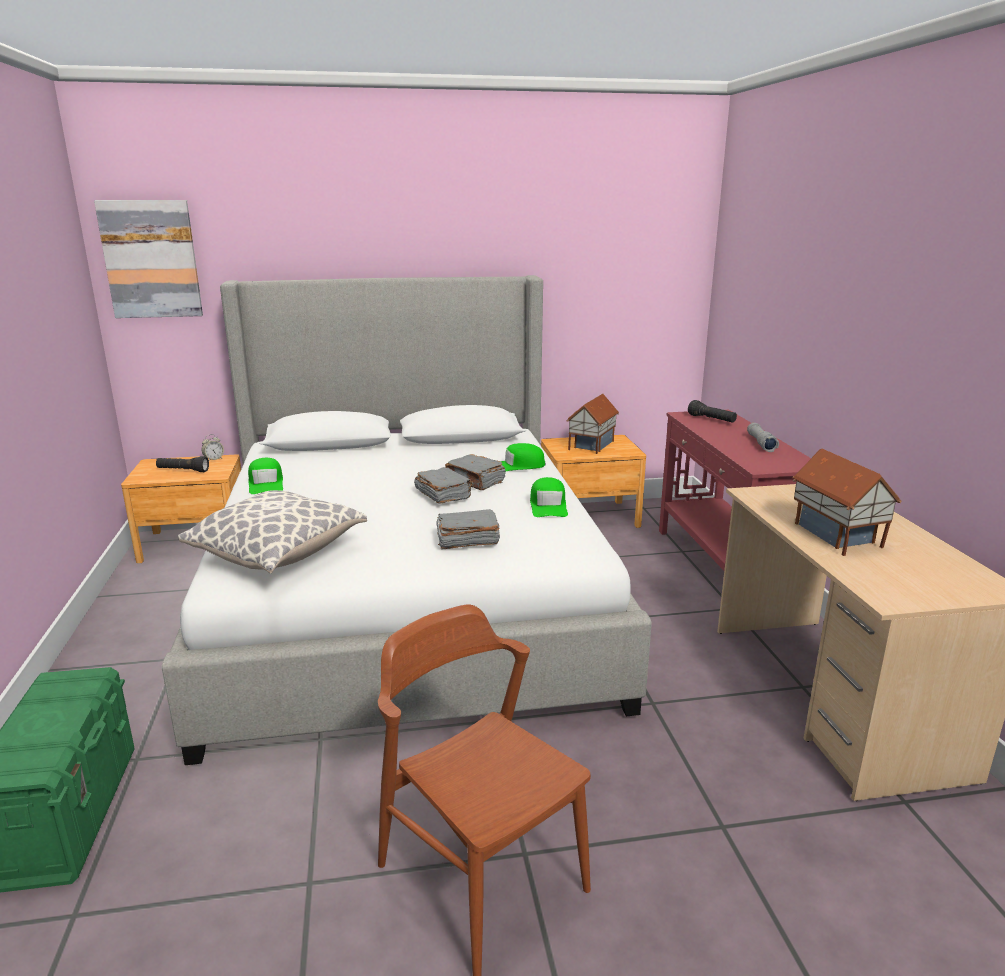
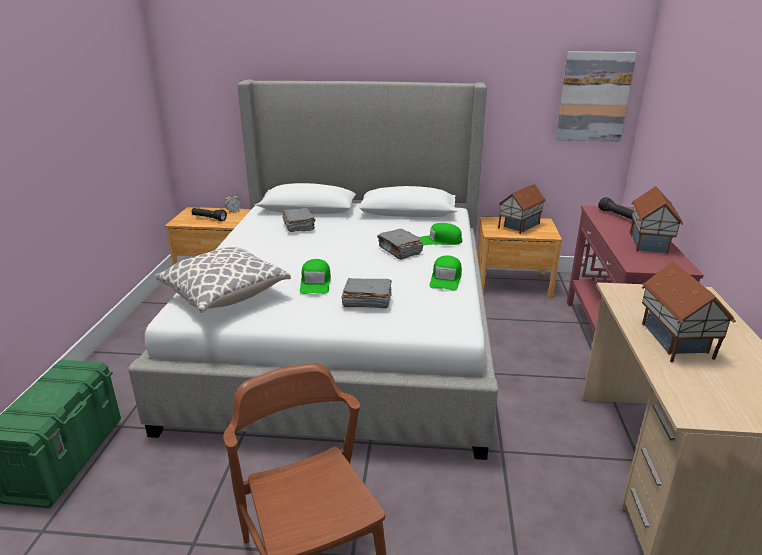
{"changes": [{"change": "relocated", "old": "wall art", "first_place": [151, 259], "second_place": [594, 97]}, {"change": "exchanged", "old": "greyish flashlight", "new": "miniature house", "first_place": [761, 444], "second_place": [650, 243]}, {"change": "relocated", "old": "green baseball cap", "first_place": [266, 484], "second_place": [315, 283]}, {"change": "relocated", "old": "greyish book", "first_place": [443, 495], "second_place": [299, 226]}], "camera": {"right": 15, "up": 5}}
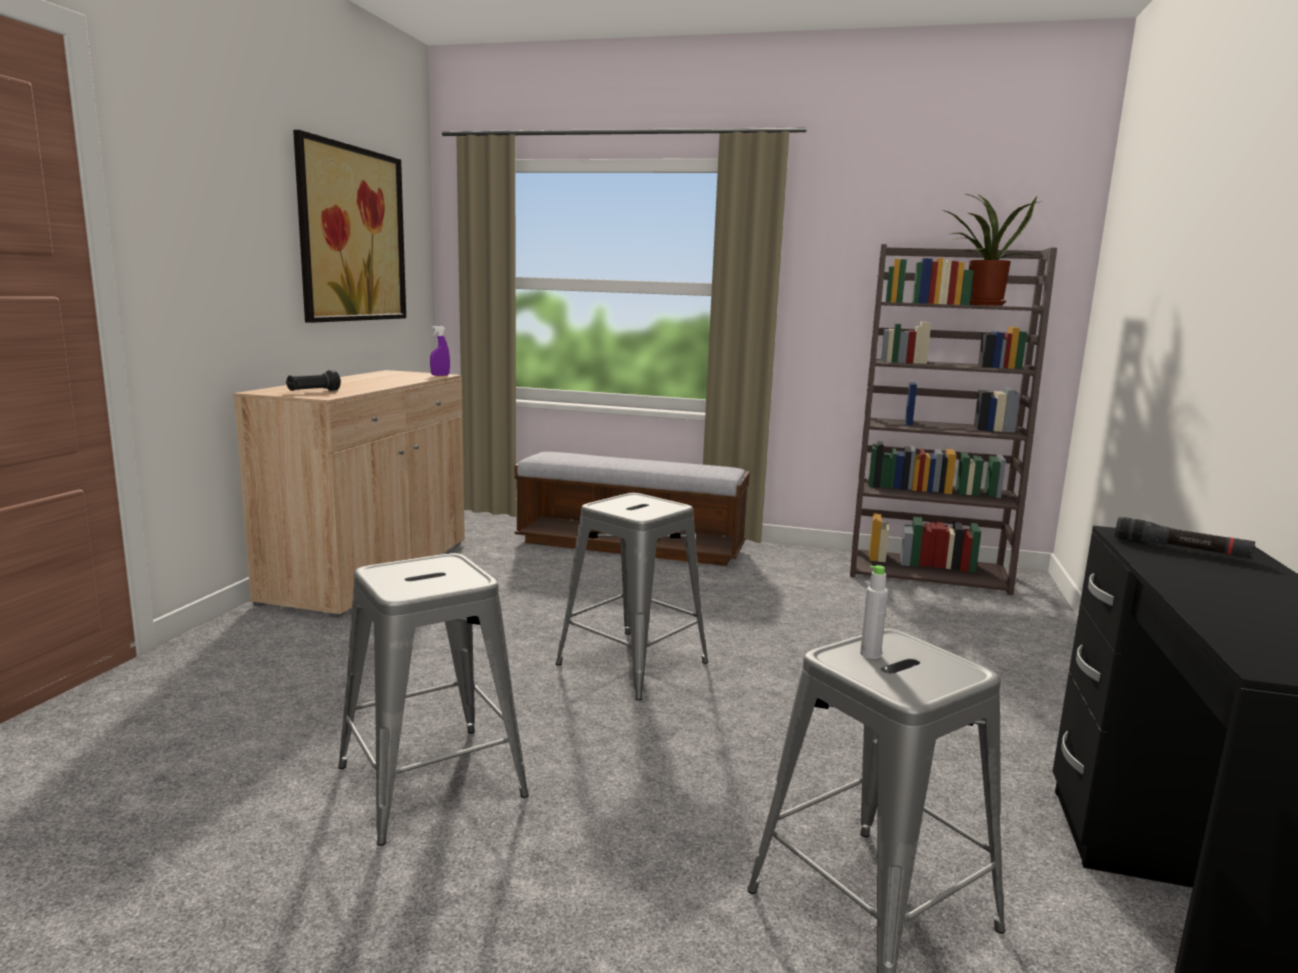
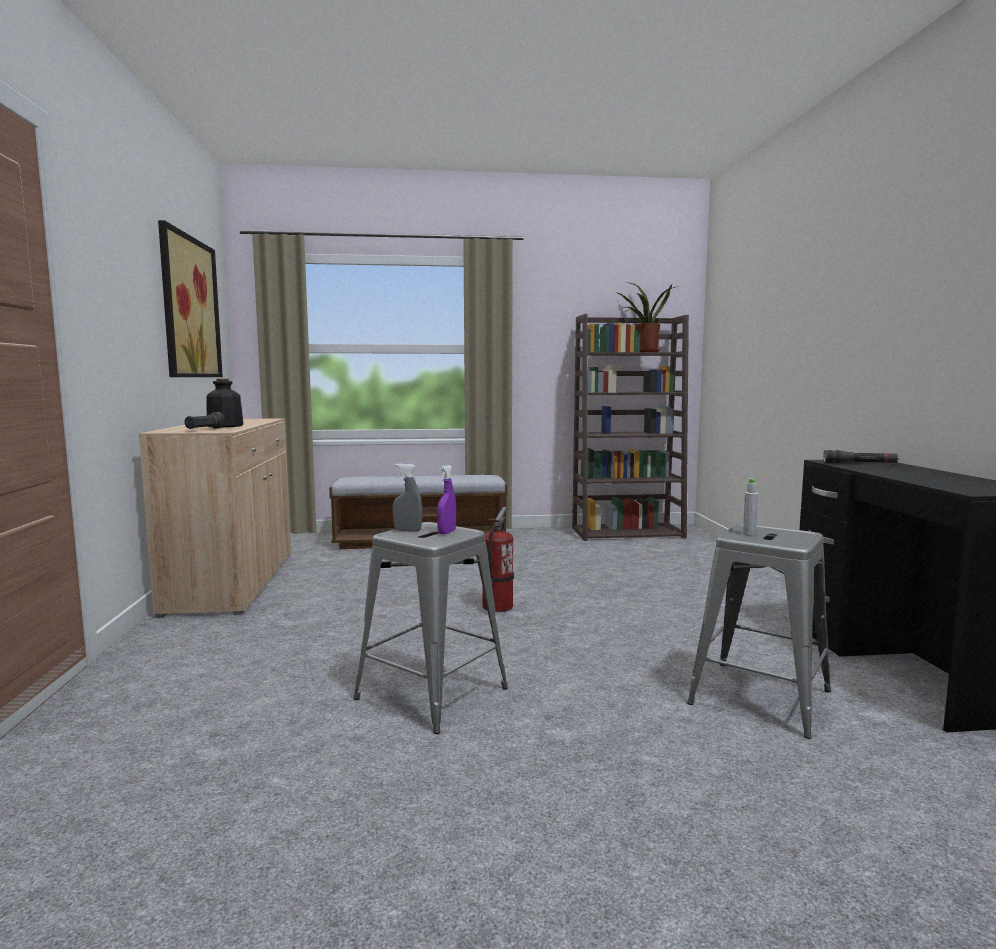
{"changes": [{"change": "relocated", "old": "purple spray bottle", "first_place": [440, 375], "second_place": [447, 532]}, {"change": "exchanged", "old": "greyish stool seat", "new": "fire-fighting cylinder", "first_place": [632, 664], "second_place": [496, 607]}, {"change": "appeared", "new": "bottle", "second_place": [225, 426]}, {"change": "appeared", "new": "greyish spray bottle", "second_place": [407, 530]}], "camera": {"right": -20, "up": -5}}
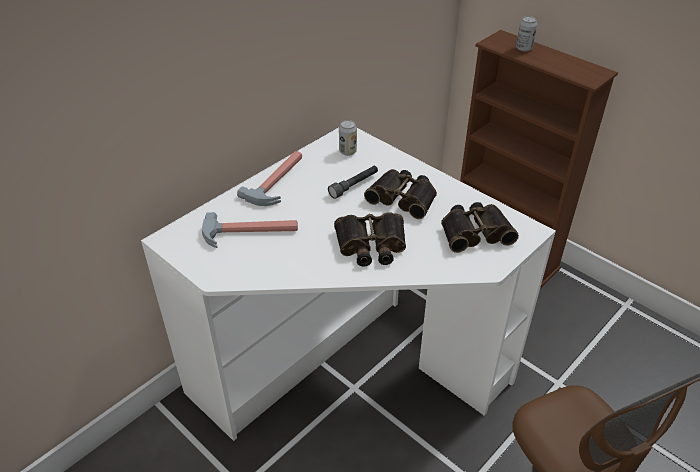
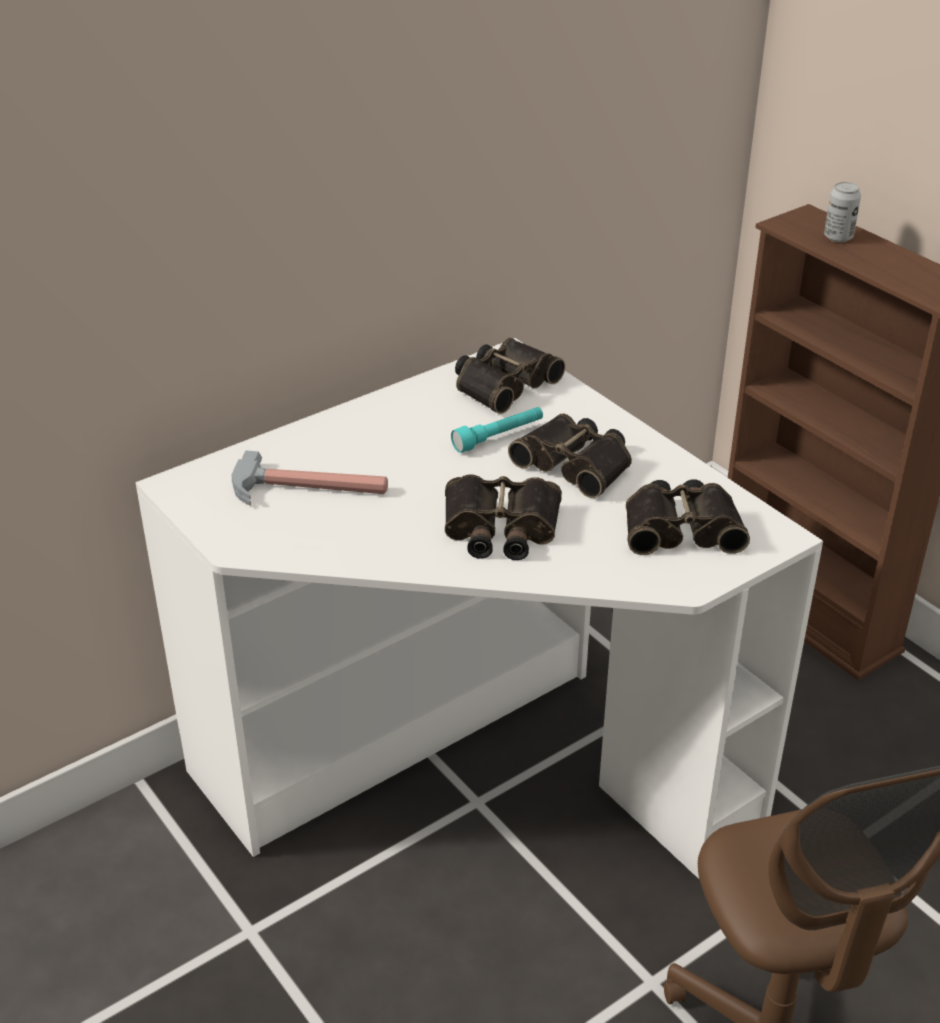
{"changes": [{"change": "exchanged", "old": "metal can", "new": "pair of binoculars", "first_place": [347, 151], "second_place": [503, 383]}, {"change": "missing", "old": "tool hammer", "first_place": [279, 181]}, {"change": "colour", "old": "greyish flashlight", "new": "turquoise flashlight", "first_place": [354, 186], "second_place": [498, 437]}], "camera": {"right": 10, "up": -5}}
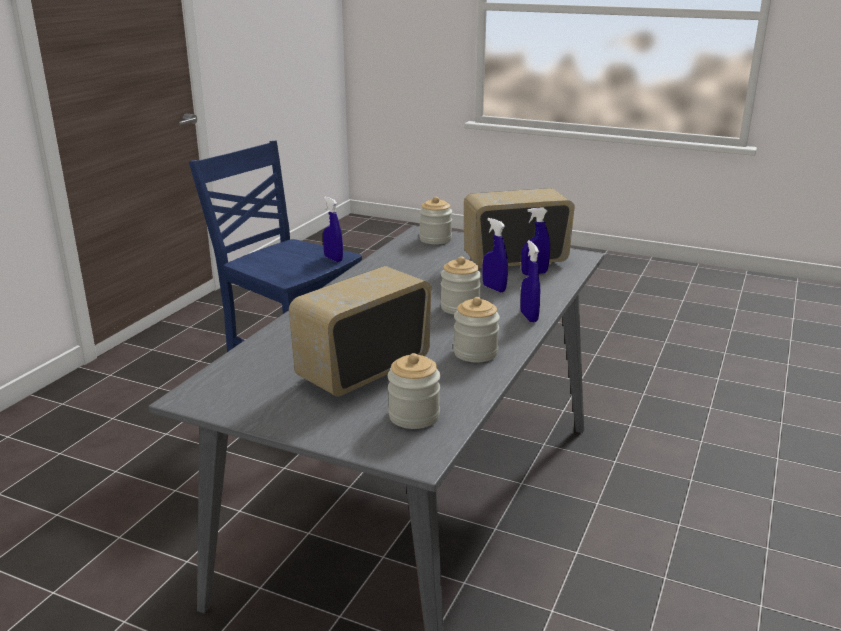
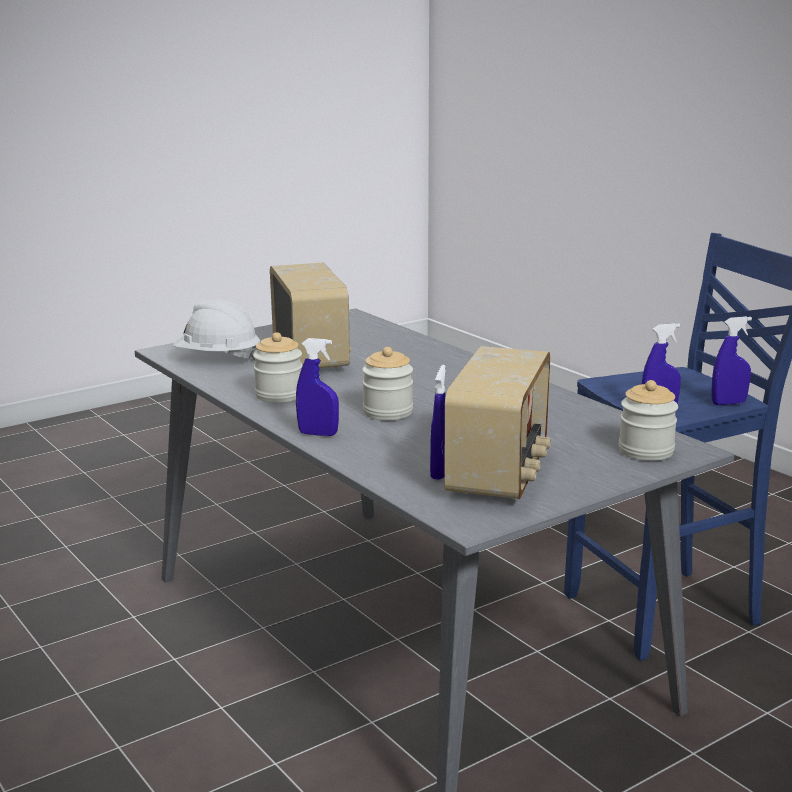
{"changes": [{"change": "relocated", "old": "blue-coloured spray bottle", "first_place": [494, 288], "second_place": [728, 403]}, {"change": "exchanged", "old": "storage jar", "new": "white safety helmet", "first_place": [414, 416], "second_place": [217, 359]}], "camera": {"right": 120, "up": -5}}
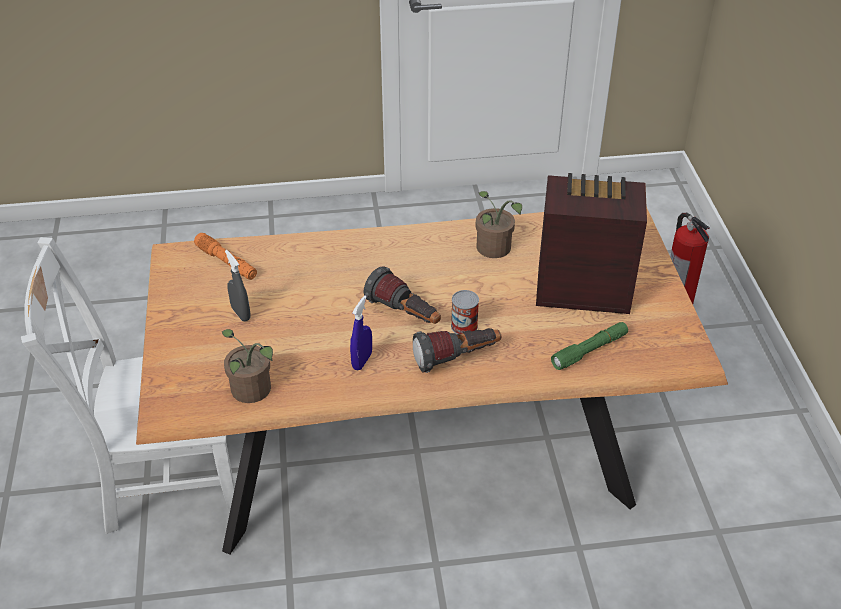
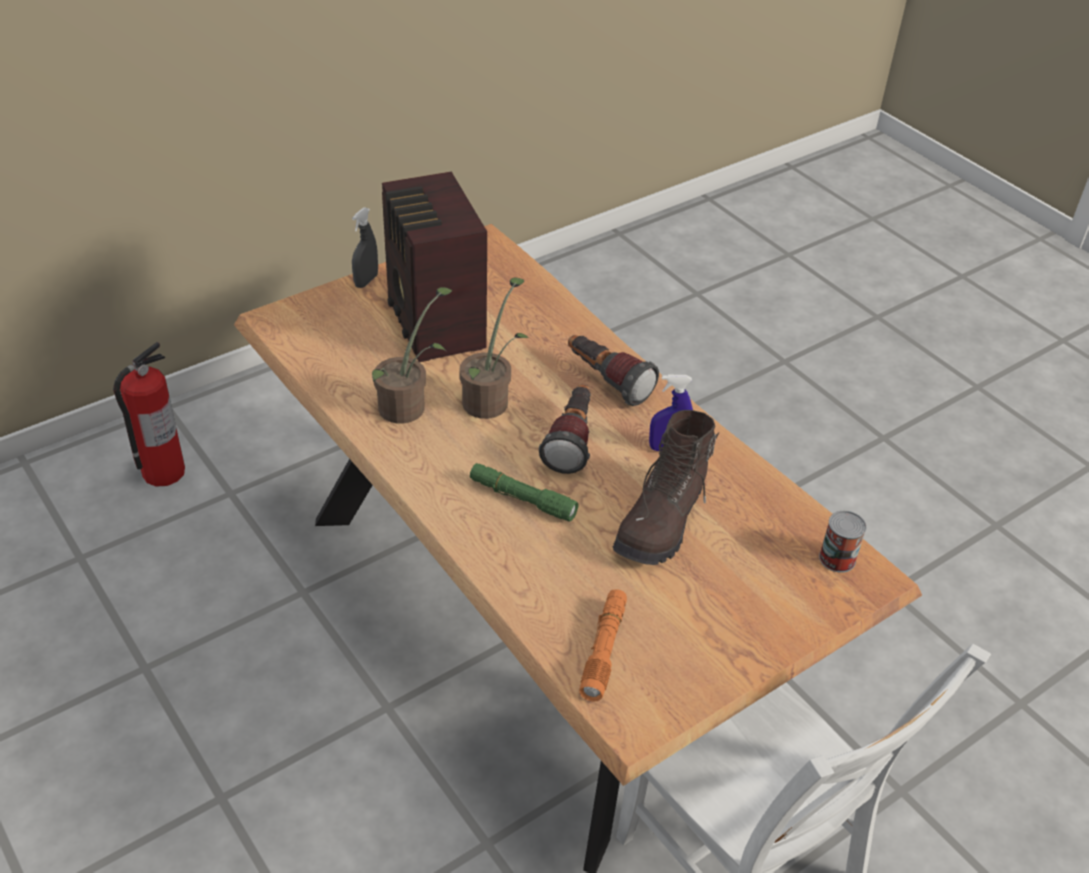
{"changes": [{"change": "relocated", "old": "greyish spray bottle", "first_place": [241, 313], "second_place": [366, 281]}, {"change": "relocated", "old": "metal can", "first_place": [464, 326], "second_place": [837, 558]}, {"change": "relocated", "old": "green flashlight", "first_place": [589, 351], "second_place": [522, 498]}, {"change": "relocated", "old": "potted plant", "first_place": [252, 393], "second_place": [490, 399]}, {"change": "appeared", "new": "brownish tall boot", "second_place": [662, 522]}], "camera": {"right": -120, "up": 0}}
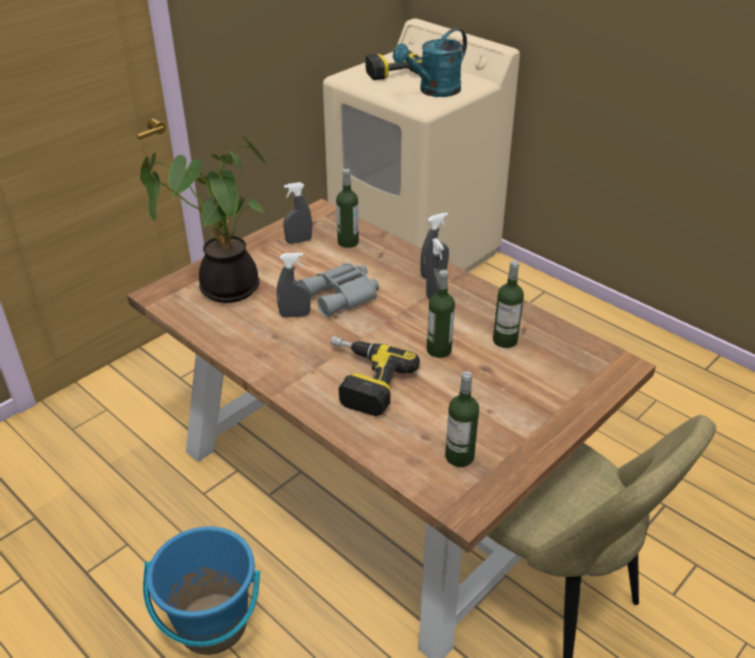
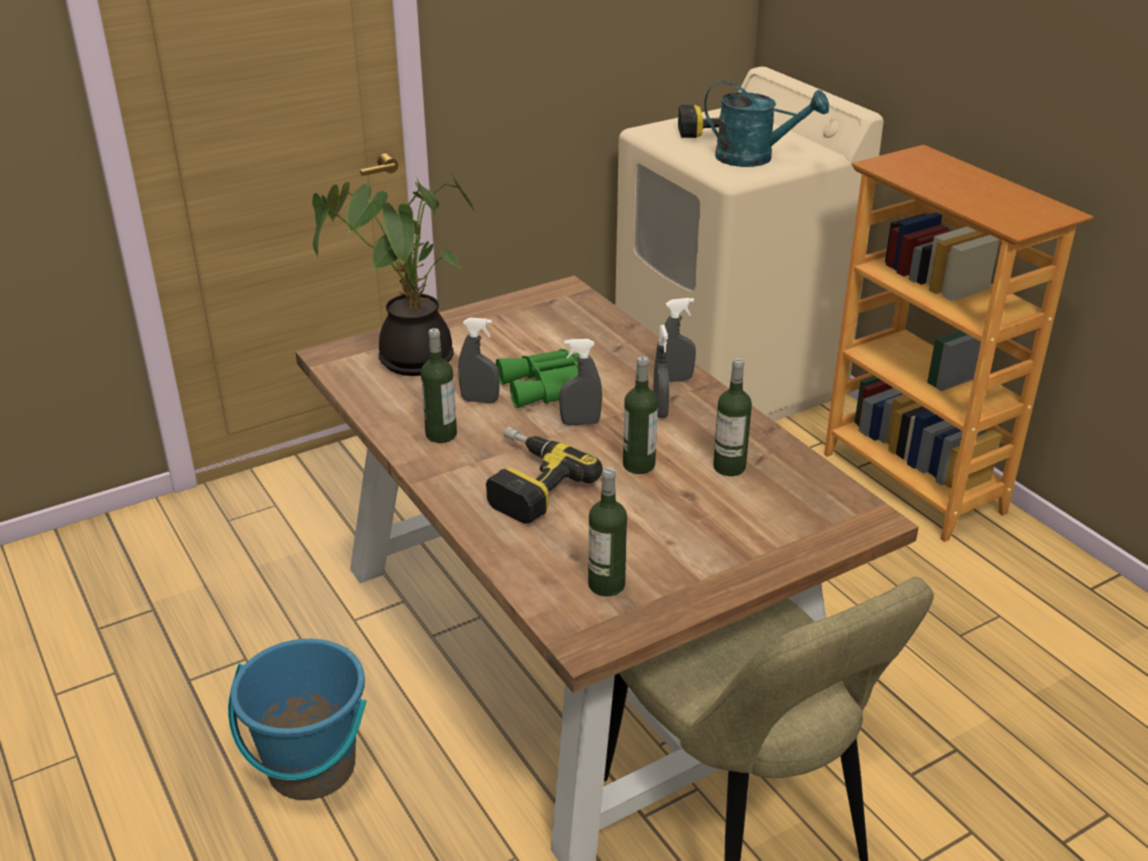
{"changes": [{"change": "spun", "old": "turquoise watering pot", "first_place": [434, 91], "second_place": [755, 158], "degrees": -135}, {"change": "relocated", "old": "bottle", "first_place": [348, 242], "second_place": [441, 434]}, {"change": "relocated", "old": "greyish spray bottle", "first_place": [298, 241], "second_place": [580, 423]}, {"change": "colour", "old": "greyish pair of binoculars", "new": "green pair of binoculars", "first_place": [342, 296], "second_place": [547, 387]}, {"change": "appeared", "new": "bookcase", "second_place": [914, 482]}], "camera": {"right": 15, "up": -5}}
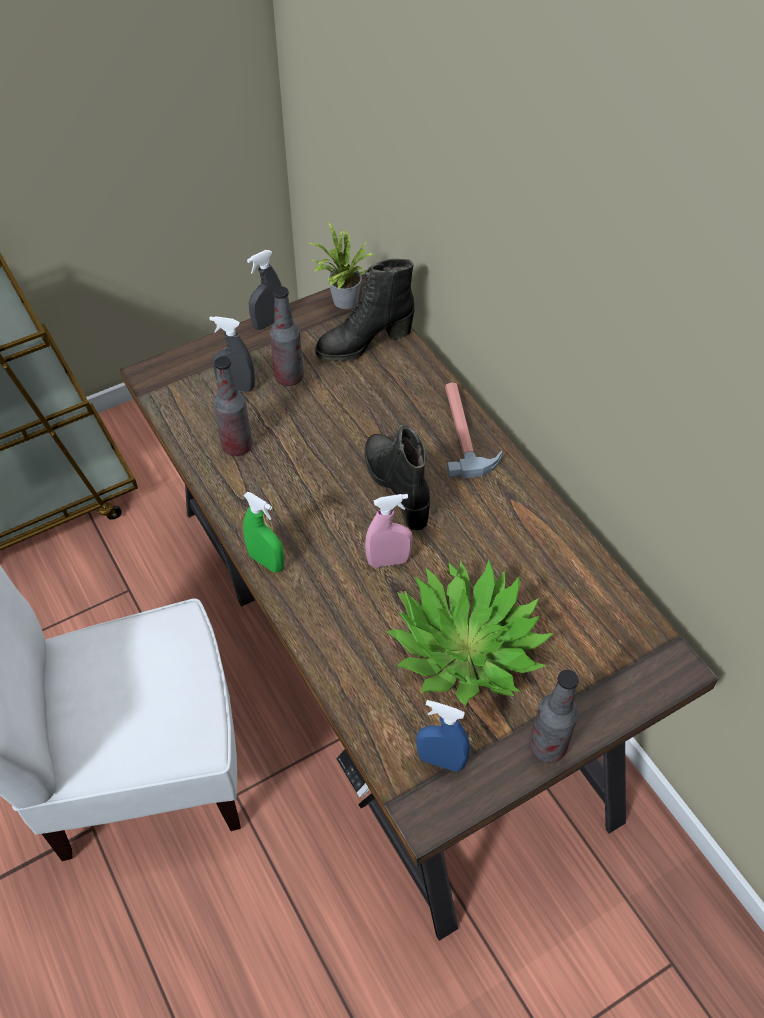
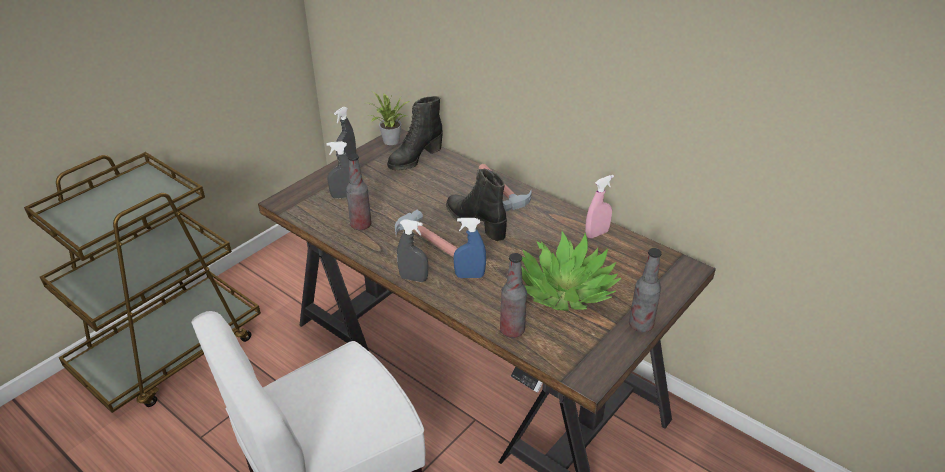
{"changes": [{"change": "relocated", "old": "bottle", "first_place": [289, 377], "second_place": [512, 330]}, {"change": "colour", "old": "green spray bottle", "new": "greyish spray bottle", "first_place": [266, 561], "second_place": [413, 278]}, {"change": "relocated", "old": "pink spray bottle", "first_place": [388, 561], "second_place": [596, 234]}, {"change": "relocated", "old": "blue-coloured spray bottle", "first_place": [441, 760], "second_place": [469, 276]}, {"change": "appeared", "new": "tool hammer", "second_place": [428, 241]}], "camera": {"right": -20, "up": -15}}
